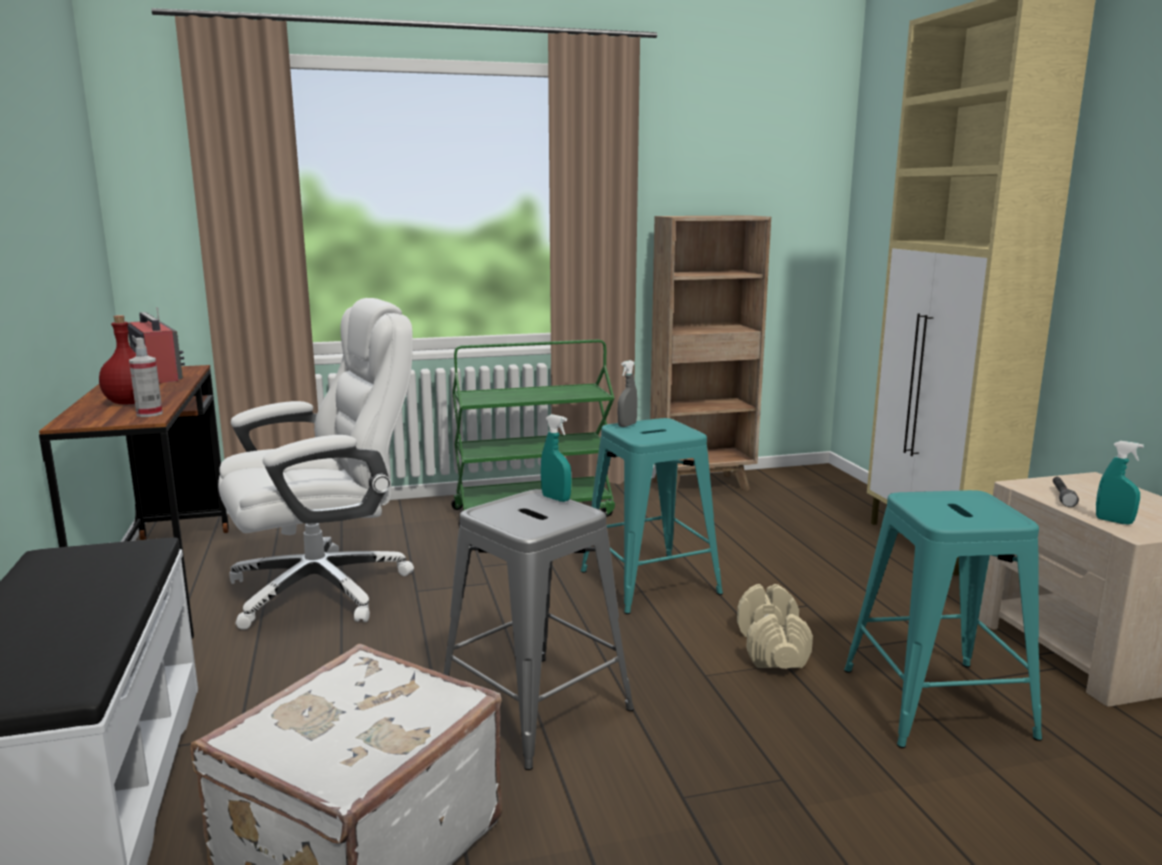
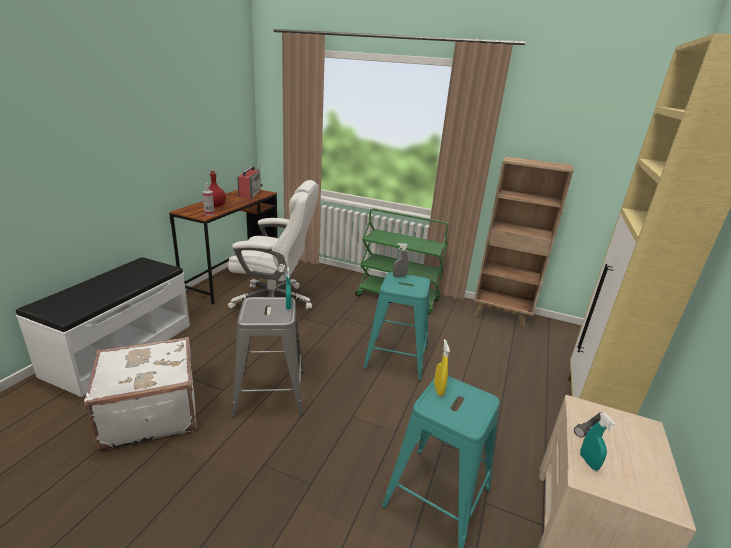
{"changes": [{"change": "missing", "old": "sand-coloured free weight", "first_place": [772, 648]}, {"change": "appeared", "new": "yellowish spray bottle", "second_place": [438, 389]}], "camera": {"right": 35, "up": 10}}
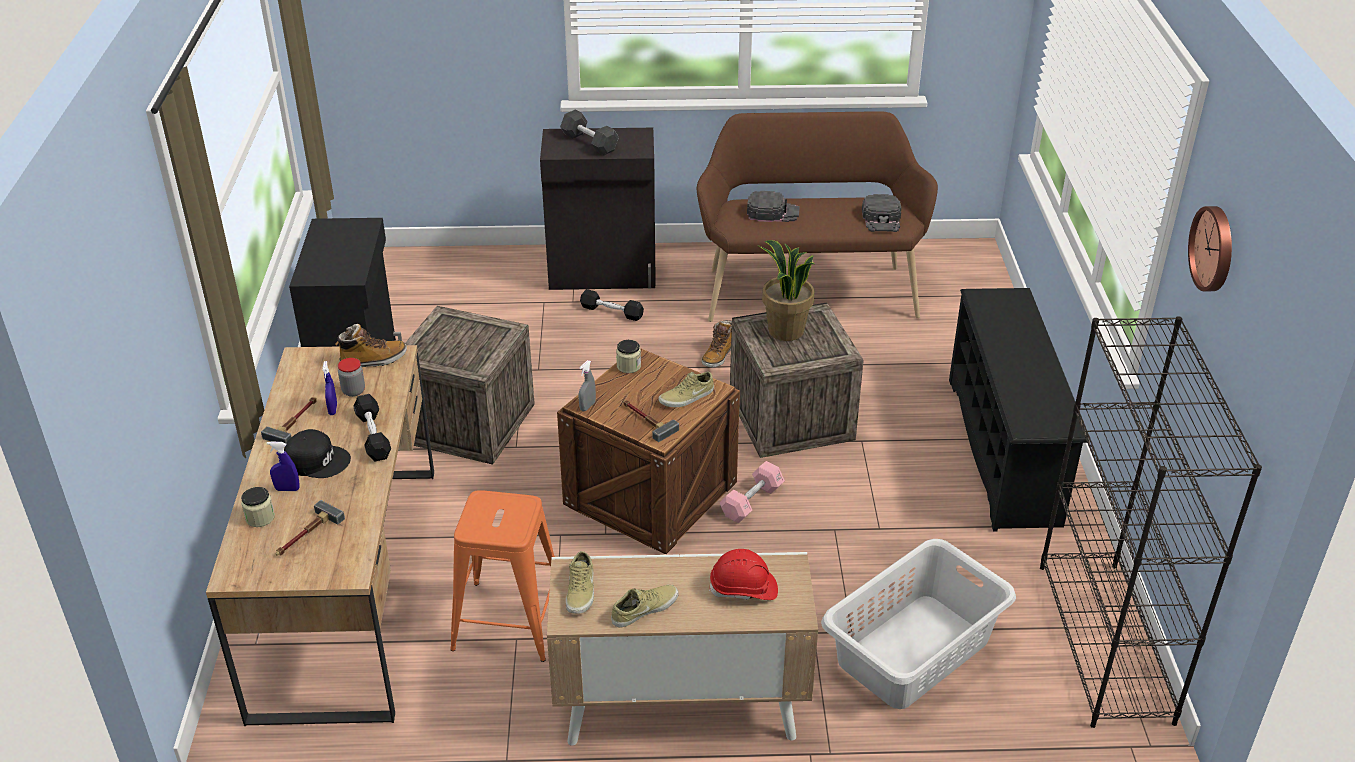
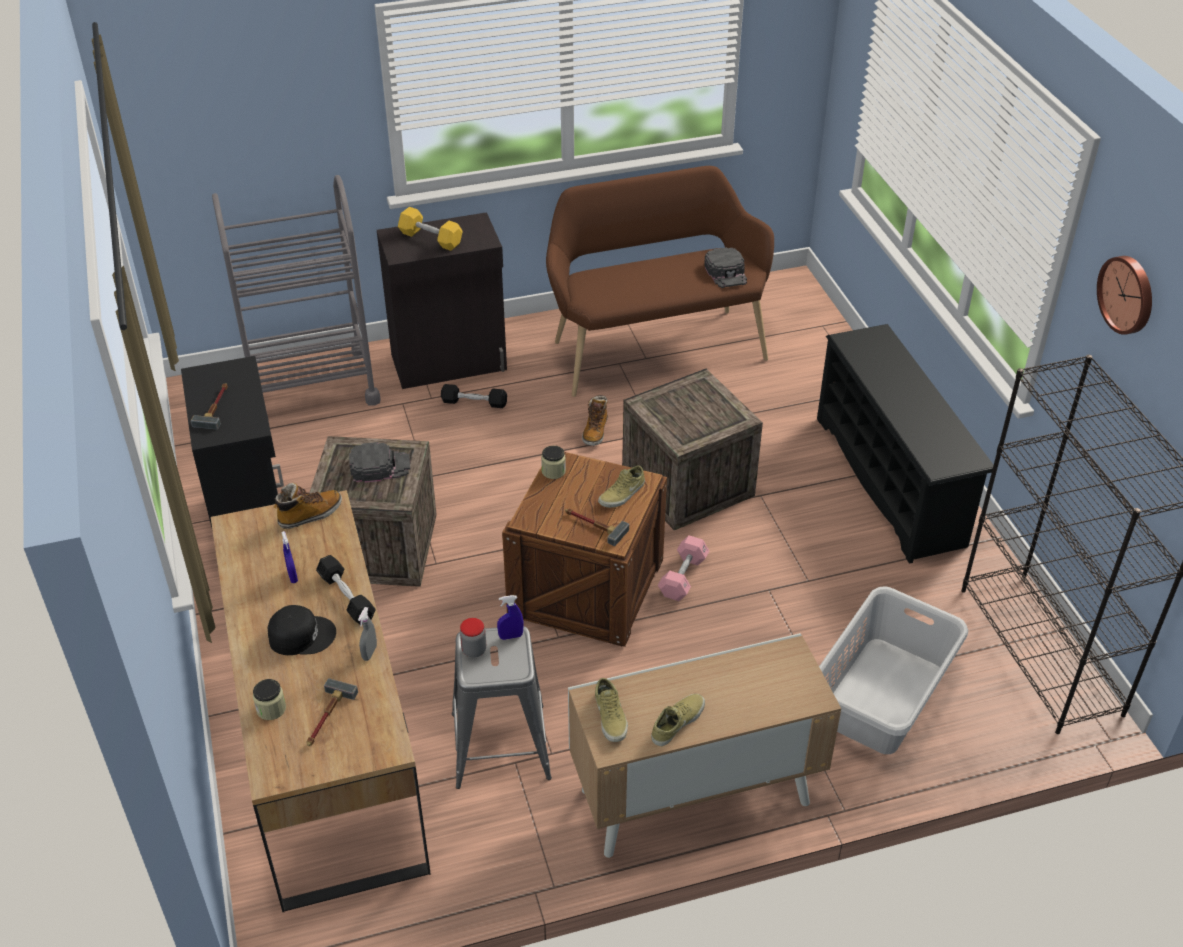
{"changes": [{"change": "colour", "old": "black-coloured free weight", "new": "yellowish free weight", "first_place": [589, 143], "second_place": [431, 239]}, {"change": "relocated", "old": "black-coloured baseball cap", "first_place": [772, 212], "second_place": [379, 466]}, {"change": "missing", "old": "potted plant", "first_place": [785, 331]}, {"change": "relocated", "old": "storage jar", "first_place": [353, 391], "second_place": [474, 650]}, {"change": "relocated", "old": "greyish spray bottle", "first_place": [587, 406], "second_place": [369, 653]}, {"change": "relocated", "old": "tool hammer", "first_place": [295, 422], "second_place": [216, 407]}, {"change": "relocated", "old": "blue-coloured spray bottle", "first_place": [287, 489], "second_place": [511, 636]}, {"change": "colour", "old": "orange stool seat", "new": "greyish stool seat", "first_place": [508, 620], "second_place": [500, 745]}, {"change": "missing", "old": "red-coloured safety helmet", "first_place": [743, 589]}, {"change": "appeared", "new": "greyish wheeled cart", "second_place": [311, 386]}], "camera": {"right": -15, "up": 5}}
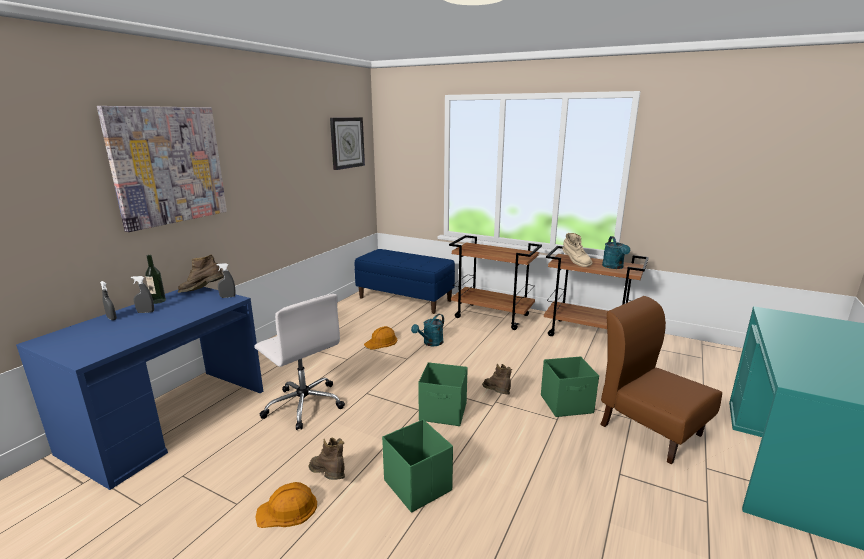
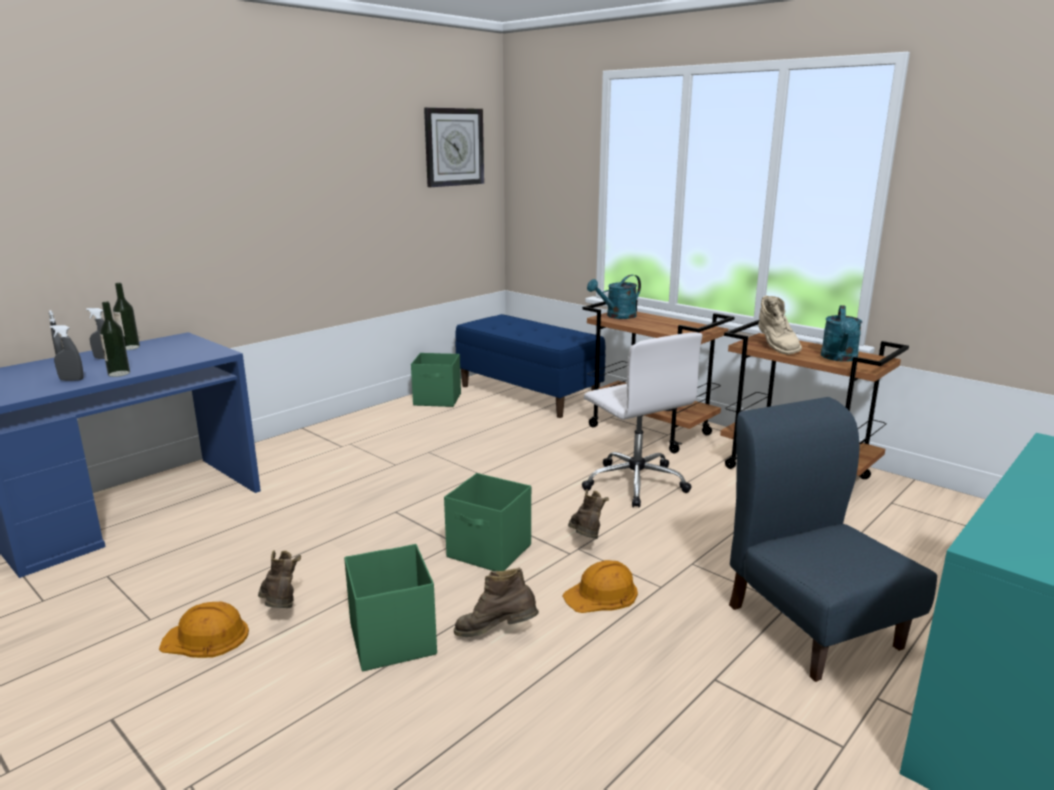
{"changes": [{"change": "missing", "old": "wall art", "first_place": [168, 165]}, {"change": "relocated", "old": "brownish tall boot", "first_place": [203, 292], "second_place": [496, 634]}, {"change": "relocated", "old": "greyish spray bottle", "first_place": [228, 297], "second_place": [71, 380]}, {"change": "relocated", "old": "white desk chair", "first_place": [304, 404], "second_place": [635, 482]}, {"change": "colour", "old": "brownish upright chair", "new": "blue-coloured upright chair", "first_place": [650, 429], "second_place": [812, 625]}, {"change": "relocated", "old": "turquoise watering pot", "first_place": [430, 343], "second_place": [616, 316]}, {"change": "relocated", "old": "orange safety helmet", "first_place": [381, 342], "second_place": [602, 594]}, {"change": "relocated", "old": "green storage container", "first_place": [567, 404], "second_place": [438, 400]}, {"change": "appeared", "new": "bottle", "second_place": [119, 373]}], "camera": {"right": 15, "up": 0}}
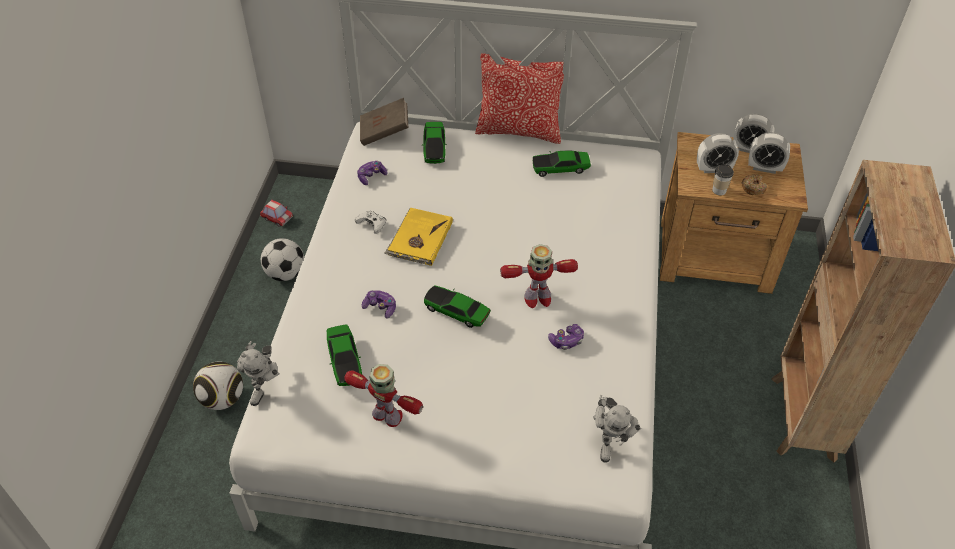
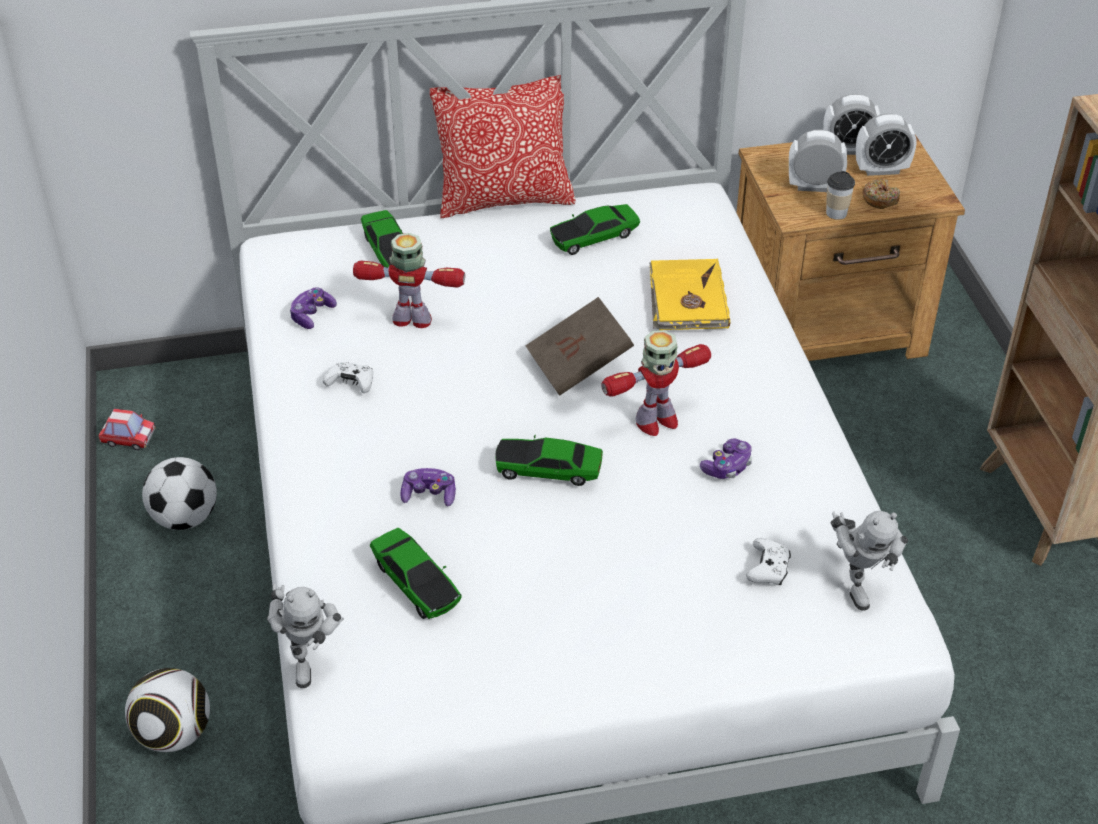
{"changes": [{"change": "relocated", "old": "brownish book", "first_place": [384, 132], "second_place": [579, 365]}, {"change": "spun", "old": "table clock", "first_place": [713, 169], "second_place": [814, 186], "degrees": -150}, {"change": "relocated", "old": "yellowish book", "first_place": [419, 239], "second_place": [687, 299]}, {"change": "relocated", "old": "robot figure", "first_place": [388, 416], "second_place": [413, 320]}, {"change": "appeared", "new": "white joypad", "second_place": [768, 569]}], "camera": {"right": -20, "up": -5}}
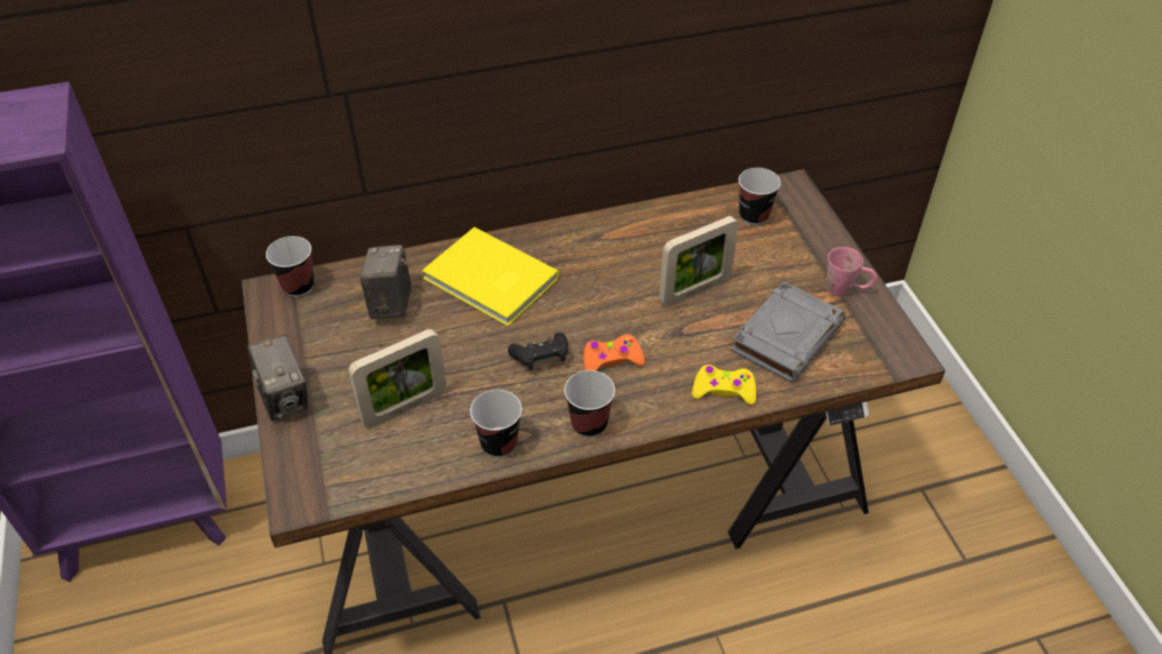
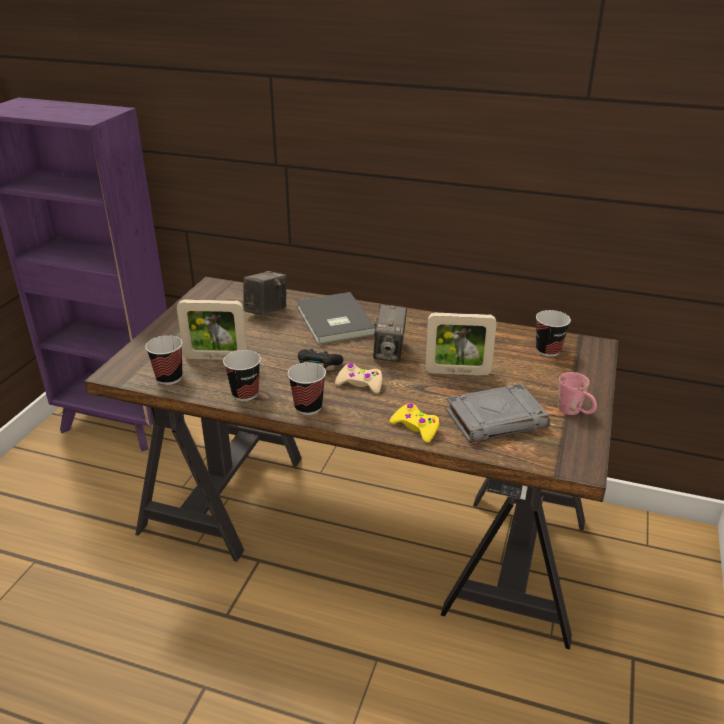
{"changes": [{"change": "colour", "old": "yellowish book", "new": "greyish book", "first_place": [490, 281], "second_place": [333, 321]}, {"change": "relocated", "old": "drinking cup", "first_place": [298, 286], "second_place": [169, 378]}, {"change": "relocated", "old": "photo camera", "first_place": [285, 398], "second_place": [389, 352]}, {"change": "colour", "old": "orange joypad", "new": "sand-coloured joypad", "first_place": [611, 360], "second_place": [360, 384]}], "camera": {"right": 35, "up": -15}}
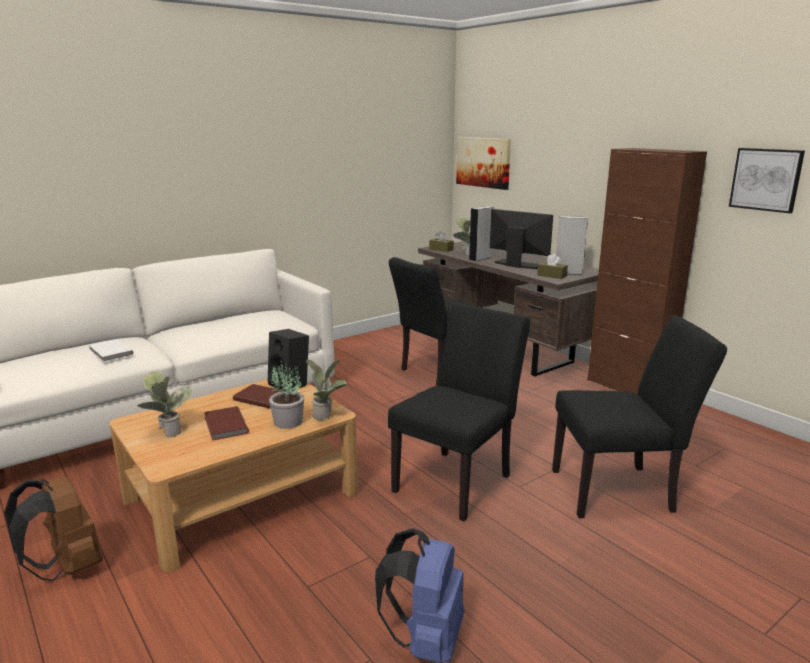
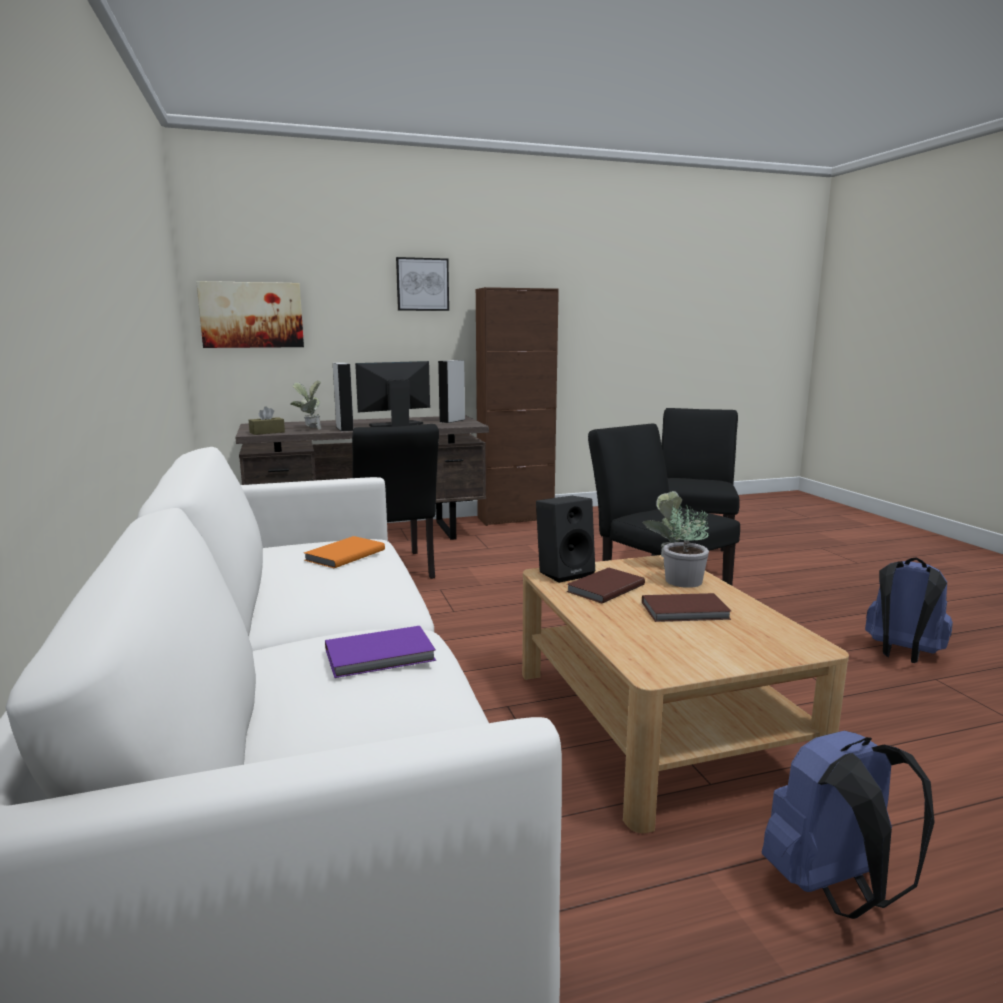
{"changes": [{"change": "relocated", "old": "wall art", "first_place": [766, 179], "second_place": [422, 284]}, {"change": "missing", "old": "brownish tissue box", "first_place": [551, 275]}, {"change": "colour", "old": "white book", "new": "purple book", "first_place": [110, 352], "second_place": [381, 655]}, {"change": "missing", "old": "potted plant", "first_place": [168, 431]}, {"change": "colour", "old": "brownish rucksack", "new": "blue-coloured rucksack", "first_place": [67, 567], "second_place": [833, 889]}, {"change": "appeared", "new": "orange book", "second_place": [343, 555]}], "camera": {"right": -70, "up": -5}}
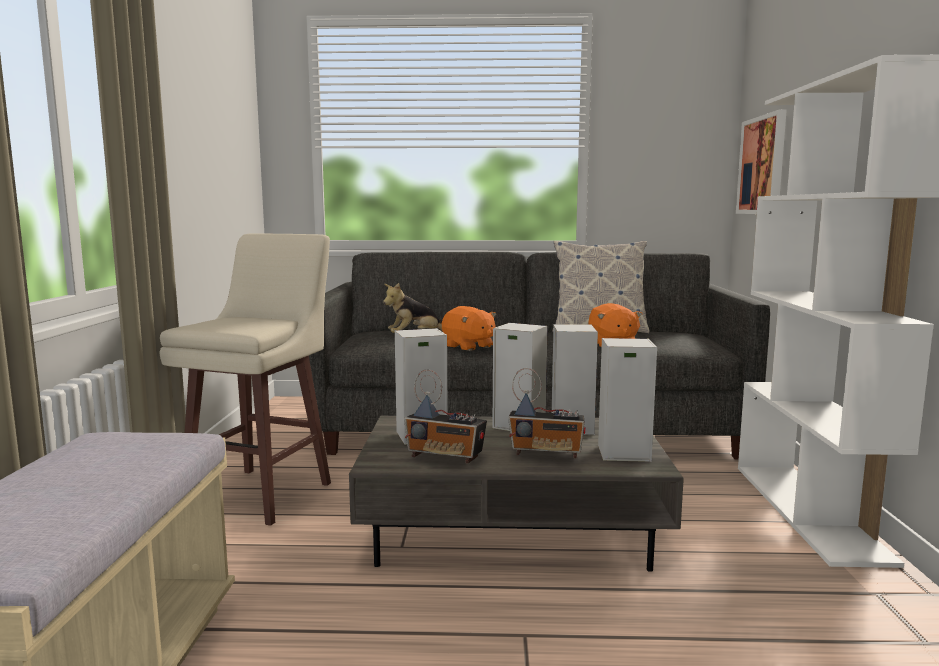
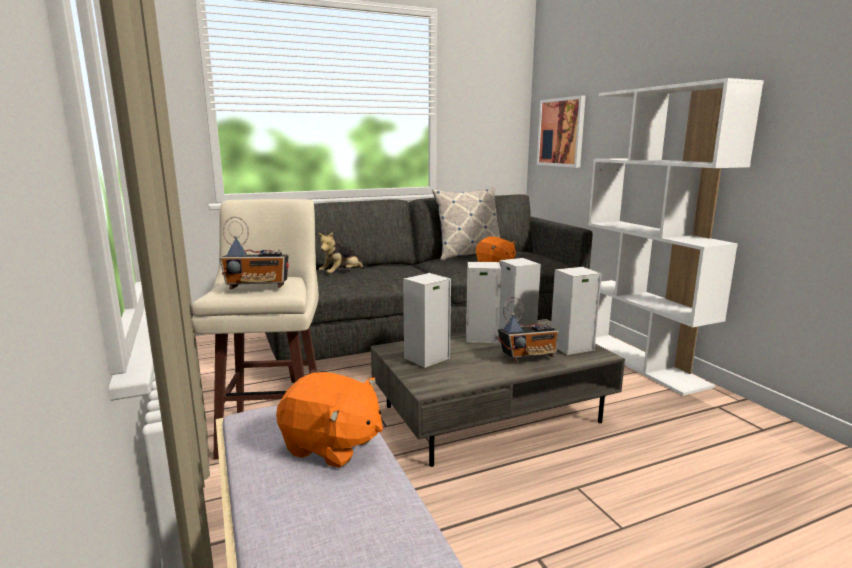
{"changes": [{"change": "relocated", "old": "orange cuddly toy", "first_place": [468, 346], "second_place": [332, 446]}, {"change": "relocated", "old": "radio receiver", "first_place": [446, 457], "second_place": [258, 287]}], "camera": {"right": -25, "up": 5}}
